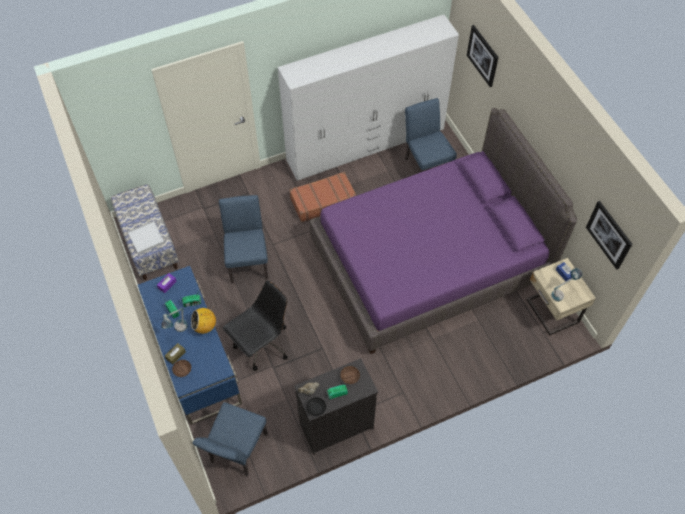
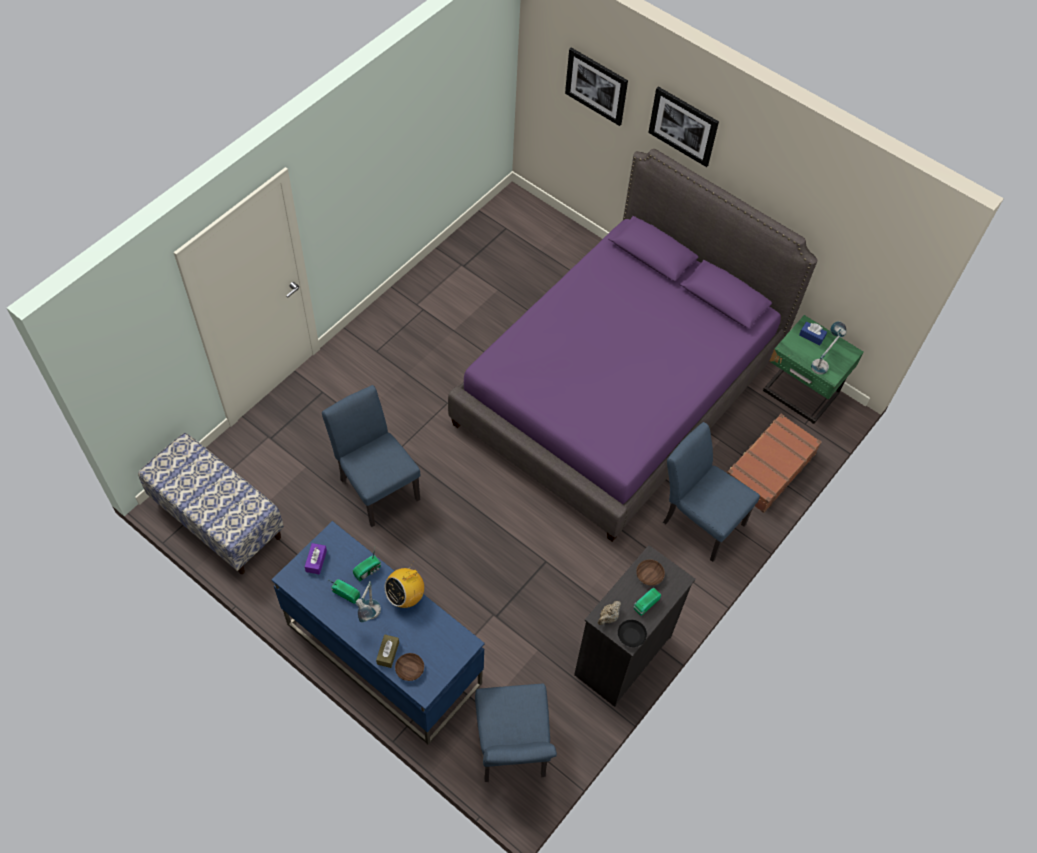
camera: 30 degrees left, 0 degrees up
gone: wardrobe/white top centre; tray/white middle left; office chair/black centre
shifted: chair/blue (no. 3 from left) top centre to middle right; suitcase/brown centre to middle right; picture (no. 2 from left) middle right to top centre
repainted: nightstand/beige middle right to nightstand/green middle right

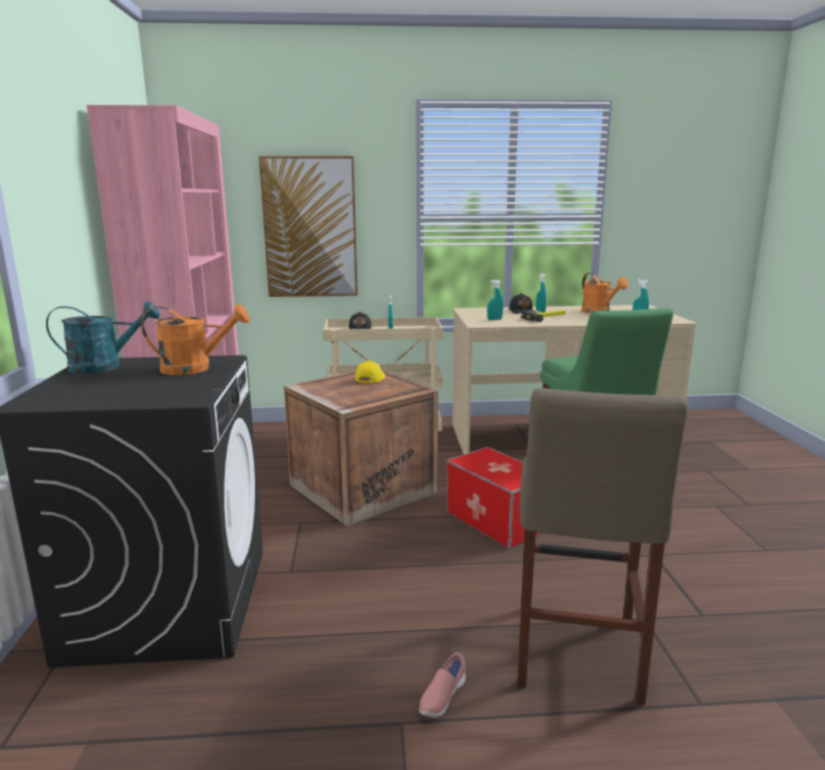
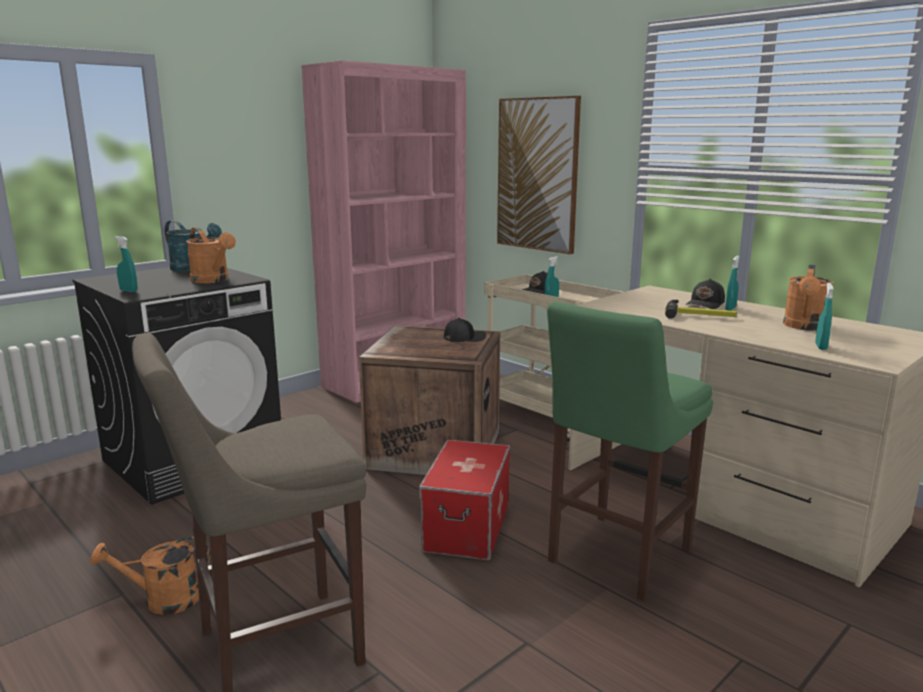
camera: 50 degrees right, 0 degrees up
shifted: spray bottle/turquoise (no. 2 from left in the first image) centre to spray bottle/turquoise (no. 1 from left) middle left
swapped: shoe/pink bottom centre to watering can/orange (no. 1 from left) bottom left
repainted: cap/yellow centre to cap/black (no. 1 from left) centre

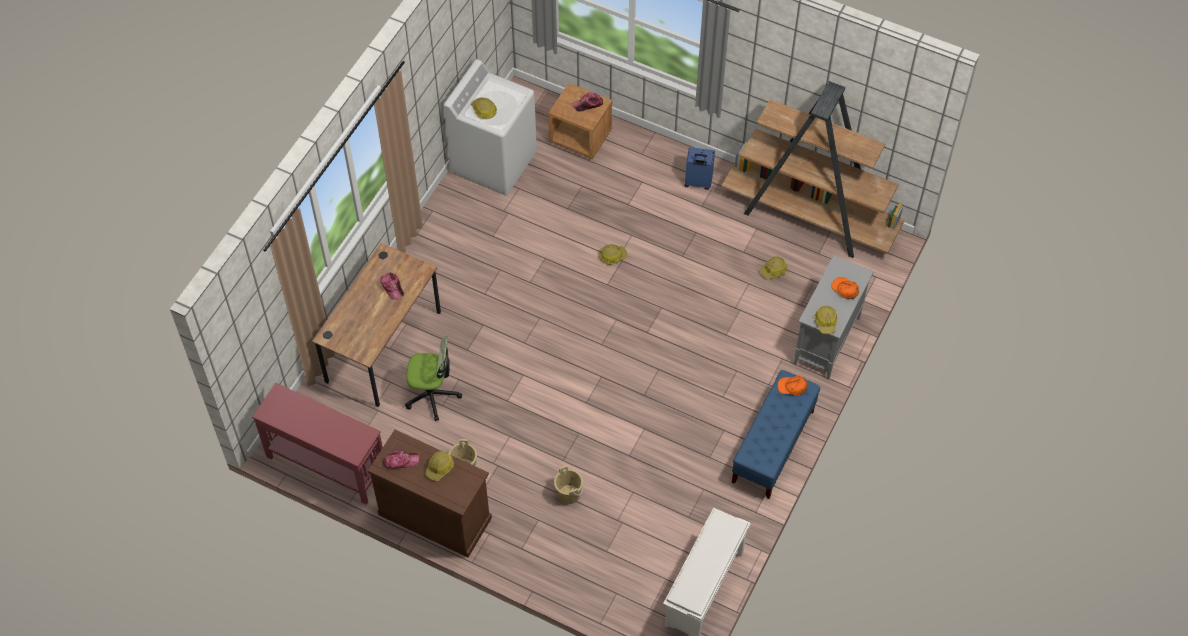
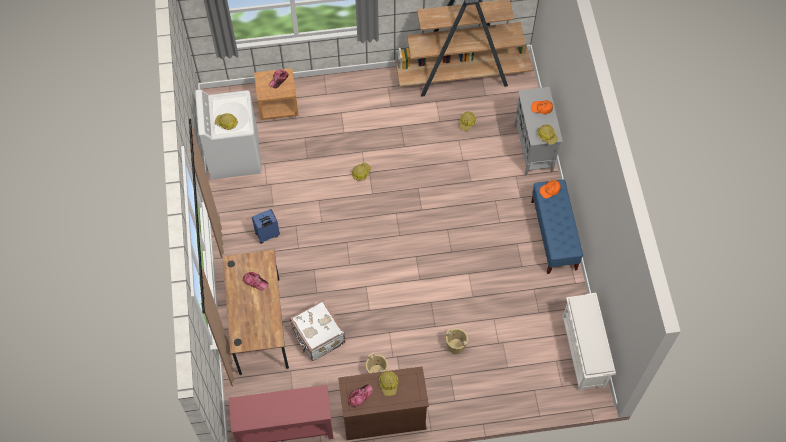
camera: 35 degrees left, 5 degrees up
shifted: suitcase/blue top centre to centre
swapped: office chair centre to suitcase/white bottom centre

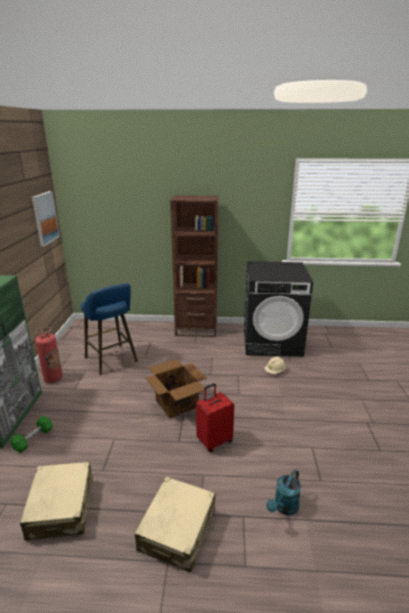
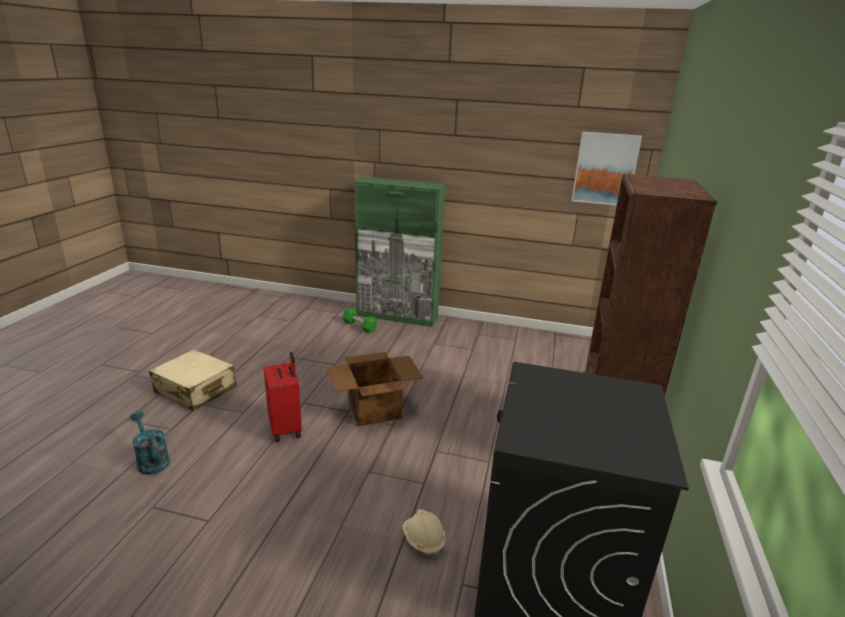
camera: 100 degrees right, 0 degrees up
gone: stool/blue middle left; fire extinguisher middle left; suitcase/beige (no. 1 from left) bottom left

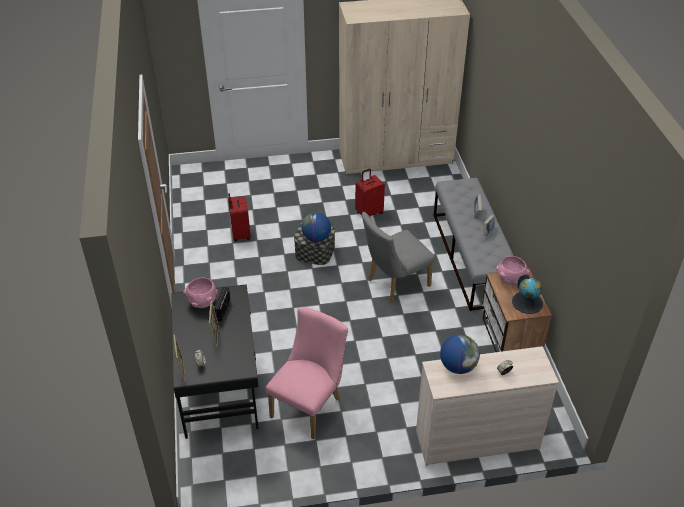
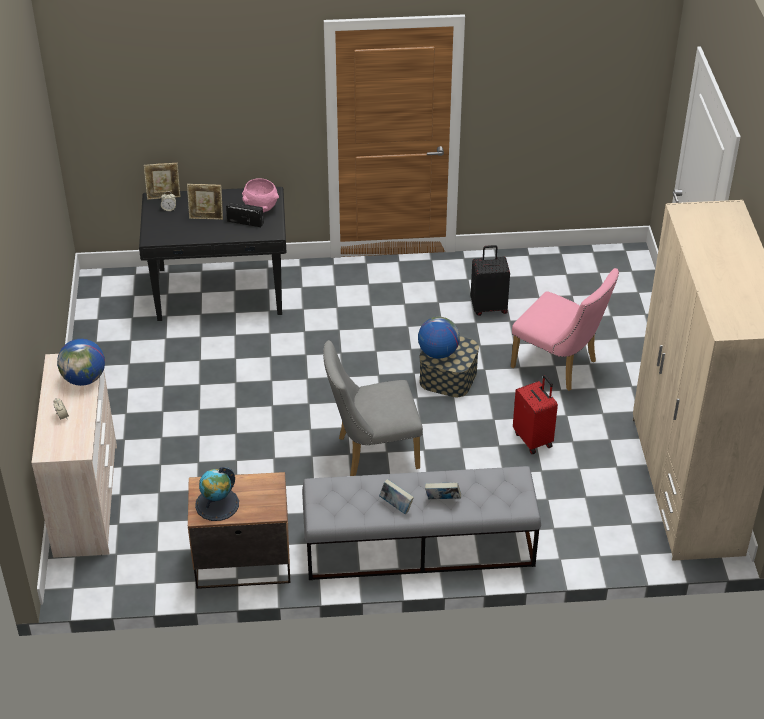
camera: 95 degrees right, 0 degrees up
gone: bowl/pink (no. 2 from left) middle right
shifted: chair/pink bottom centre to middle right
repainted: suitcase/red (no. 1 from left) centre to suitcase/black centre
rotated: chair/grey centre = centre 75 degrees counterclockwise

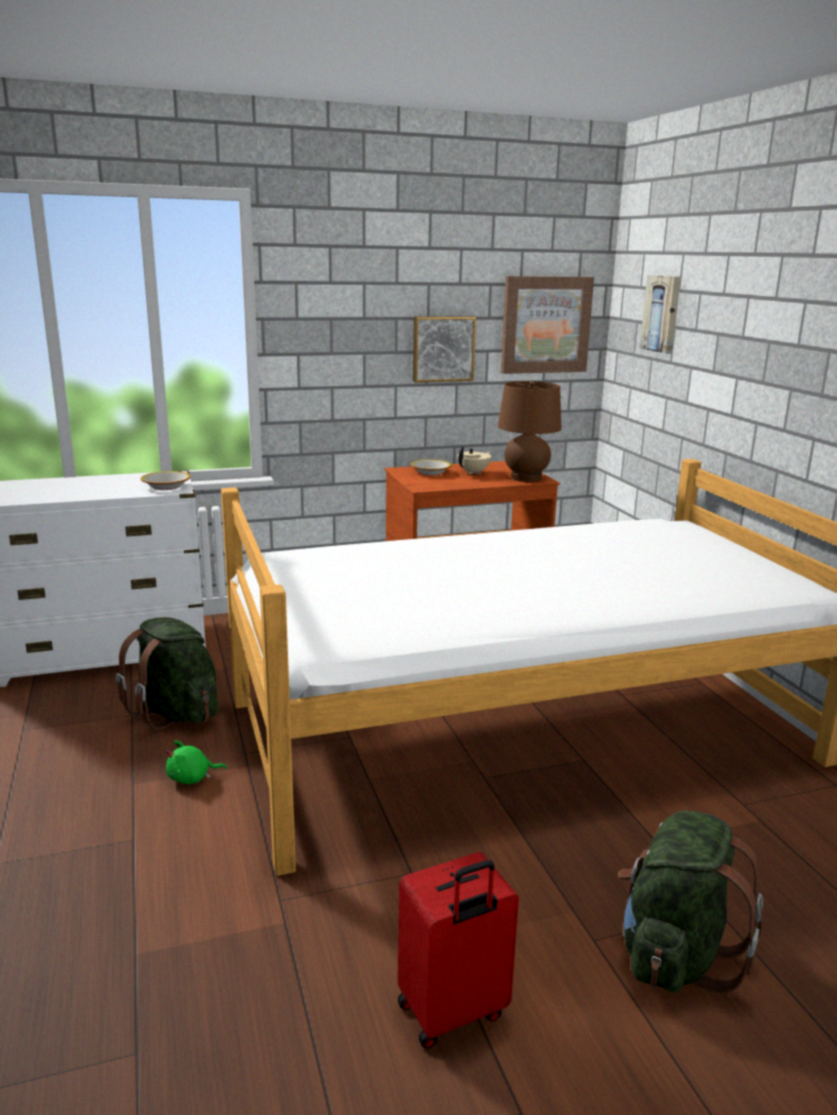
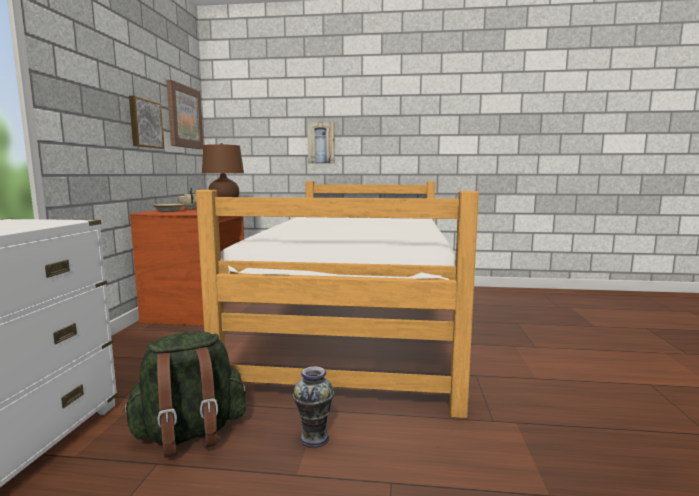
camera: 65 degrees left, 10 degrees down
gone: bowl (no. 1 from left) middle left; backpack/green (no. 2 from left) bottom right; suitcase/red bottom centre
shifted: picture (no. 3 from left) top right to top centre
swapped: plush toy/green bottom left to vase bottom centre

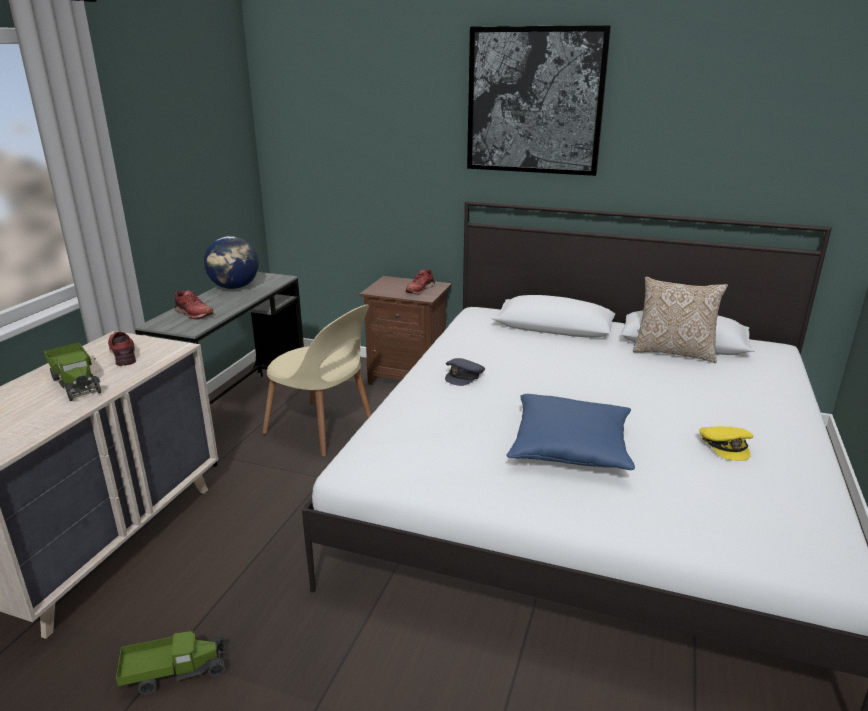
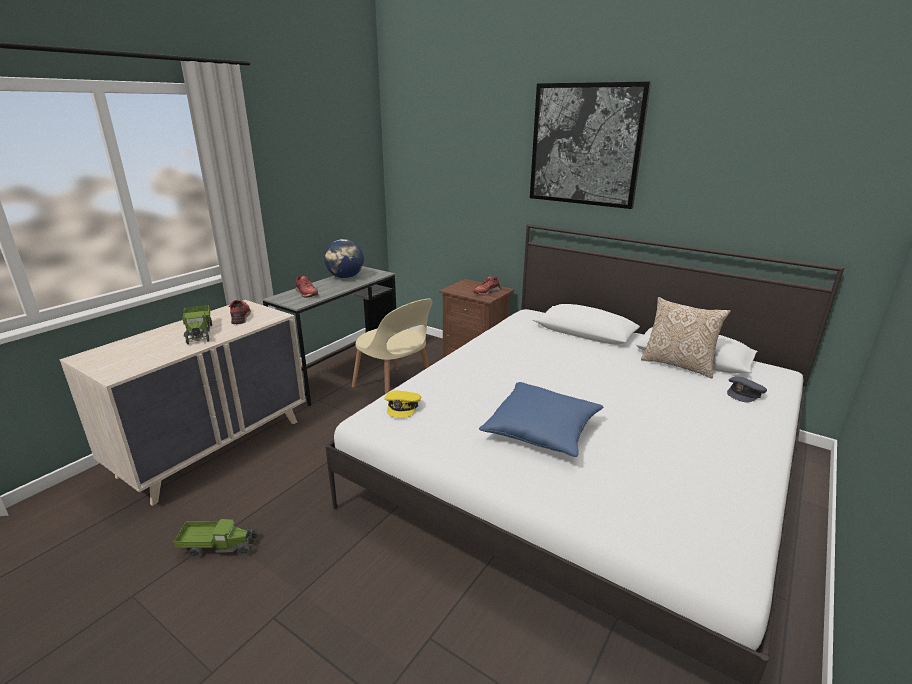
camera: 15 degrees right, 0 degrees up
shifted: cap/grey centre to middle right; cap/yellow middle right to centre

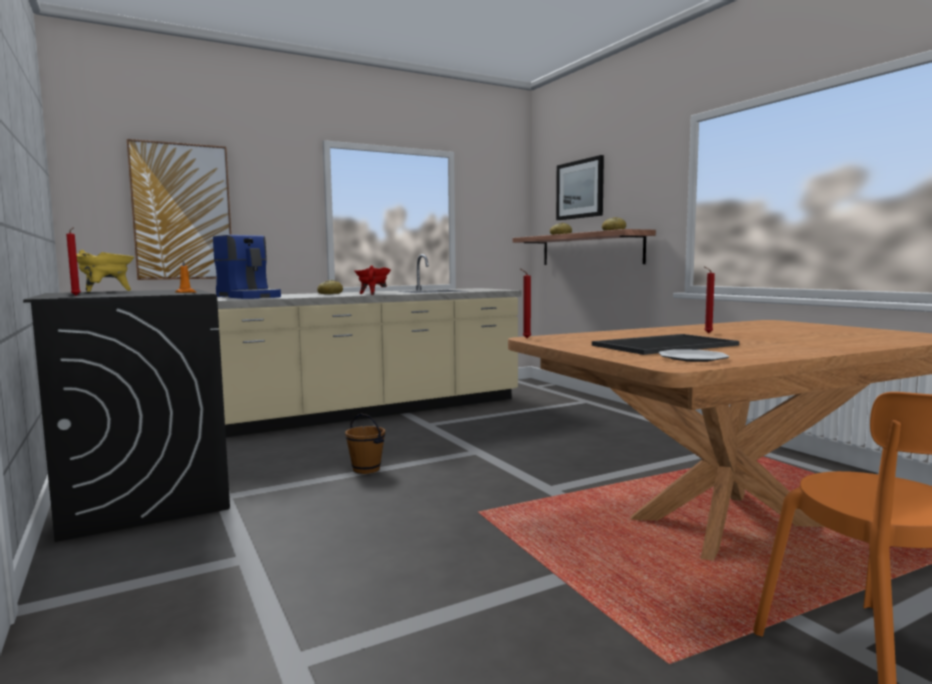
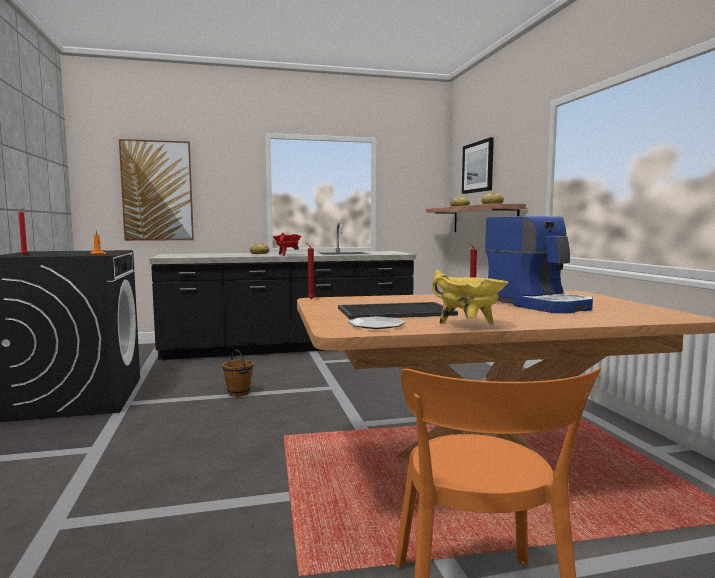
camera: 15 degrees right, 0 degrees up
shifted: coffee machine middle left to middle right; cooking pot/yellow middle left to centre
repainted: counter/beige centre to counter/black centre

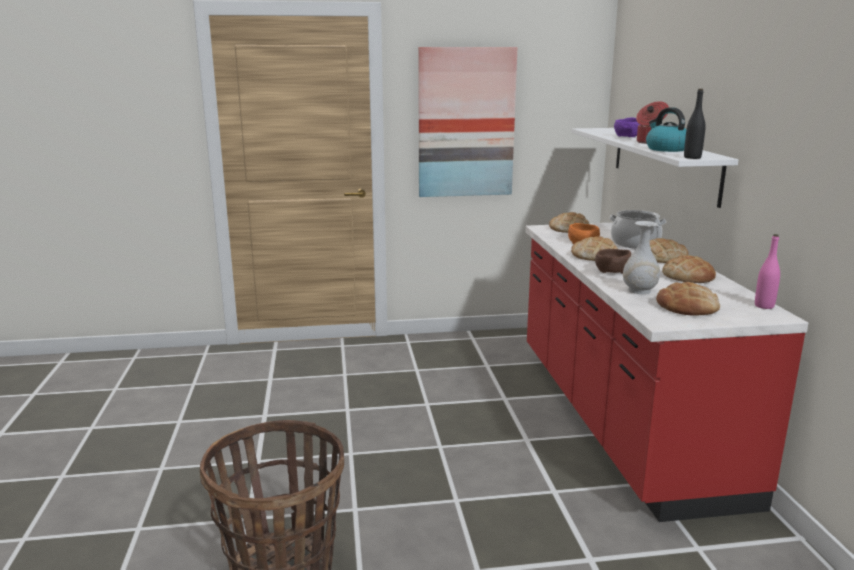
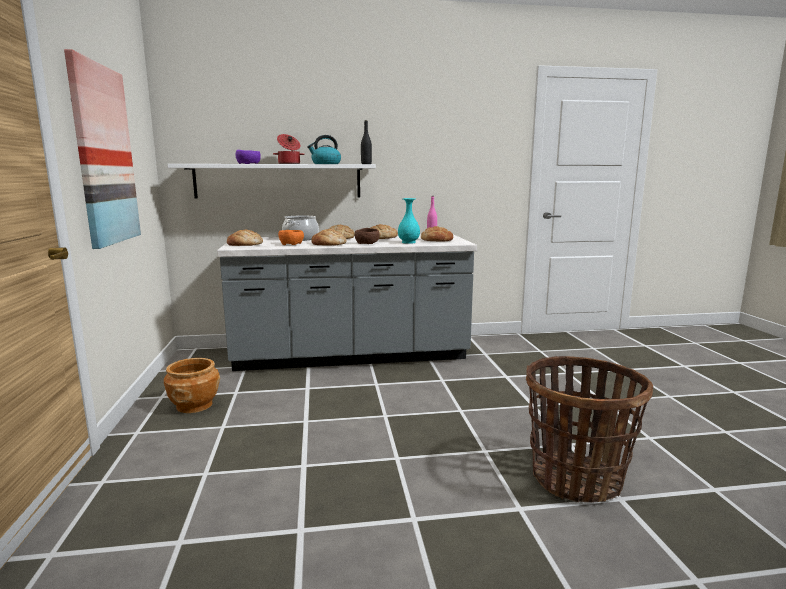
camera: 90 degrees left, 5 degrees down
new: planter/brown middle left
repainted: vase/white middle right to vase/turquoise centre; counter/red middle right to counter/grey centre

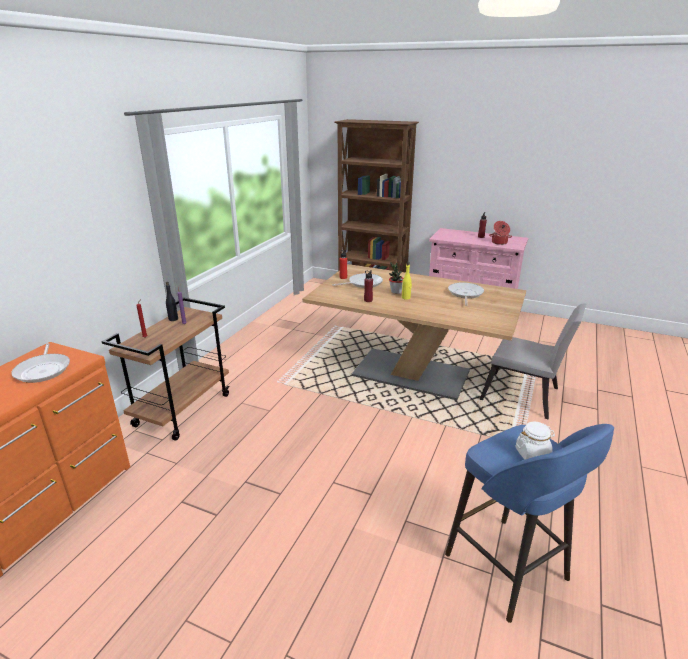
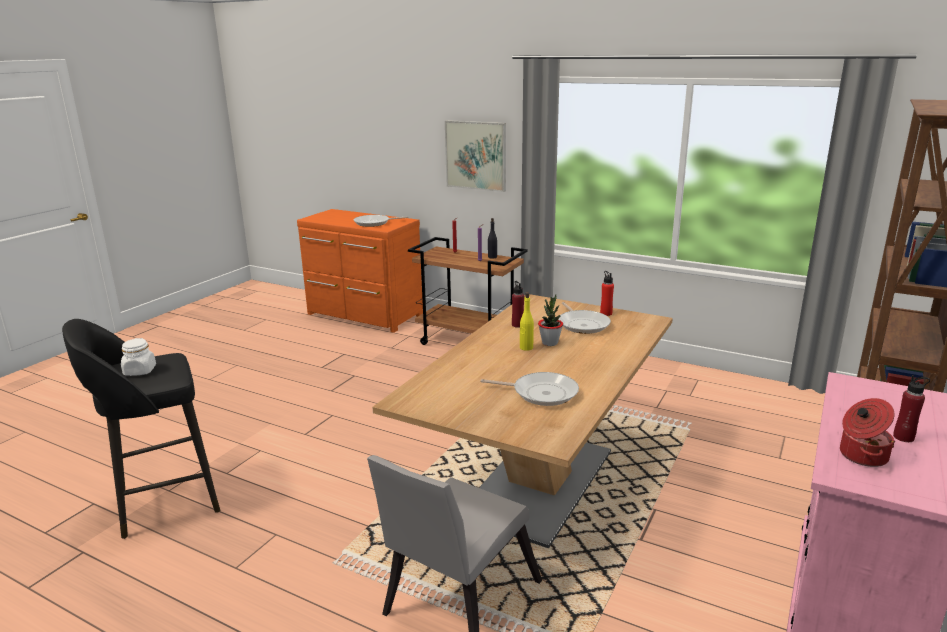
camera: 95 degrees right, 5 degrees down
new: picture top centre
repainted: stool/blue bottom right to stool/black bottom left

